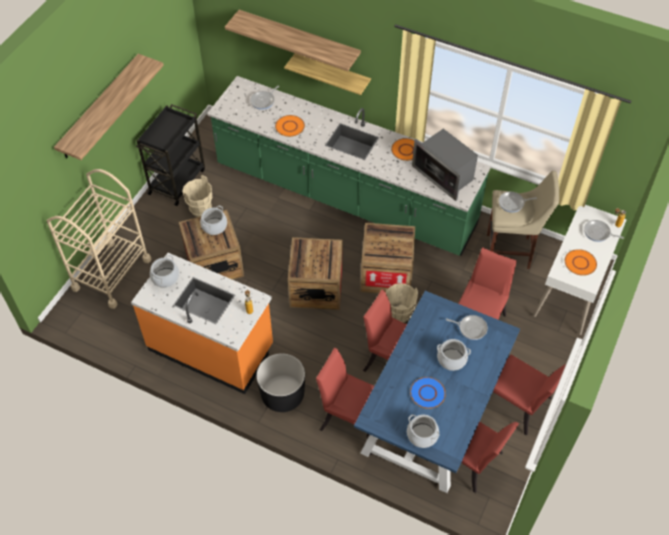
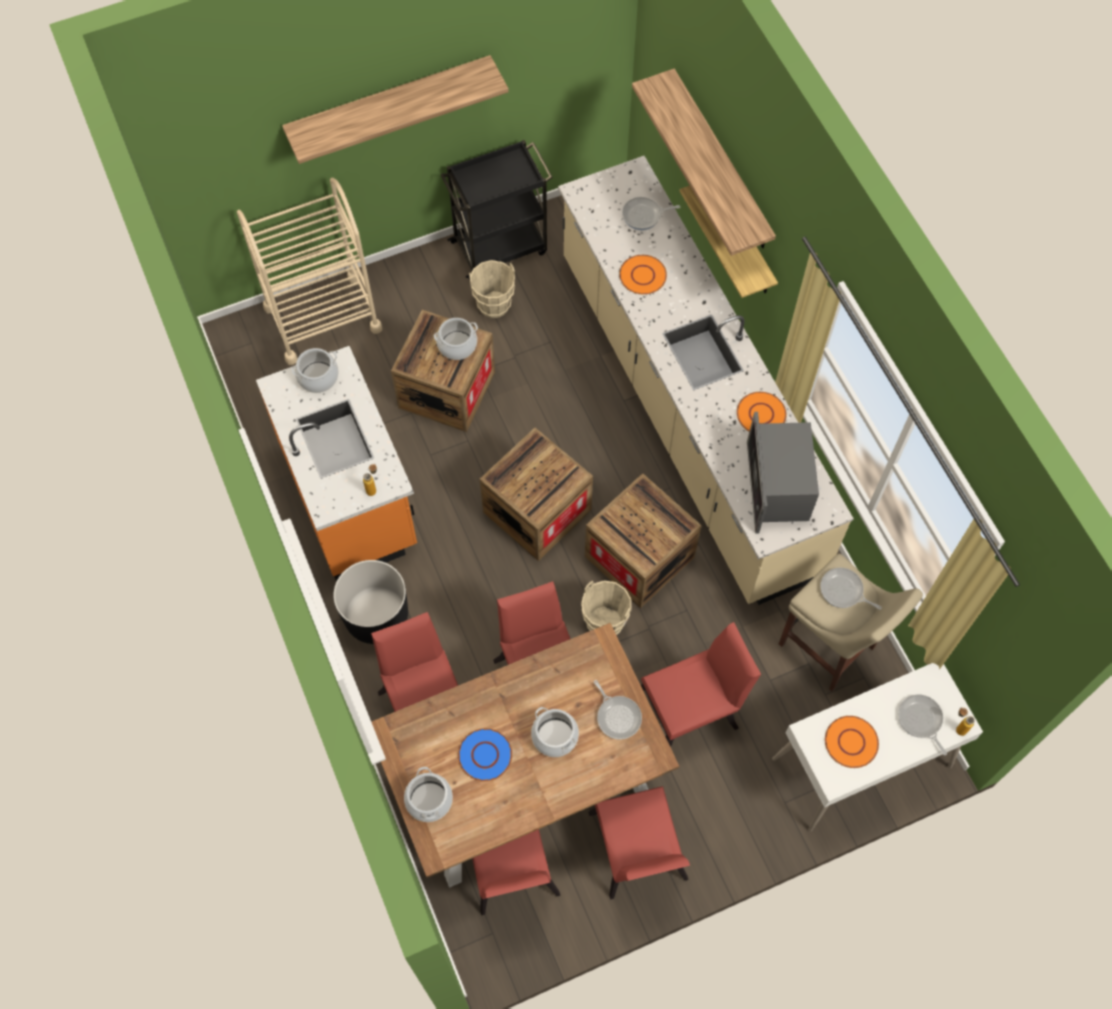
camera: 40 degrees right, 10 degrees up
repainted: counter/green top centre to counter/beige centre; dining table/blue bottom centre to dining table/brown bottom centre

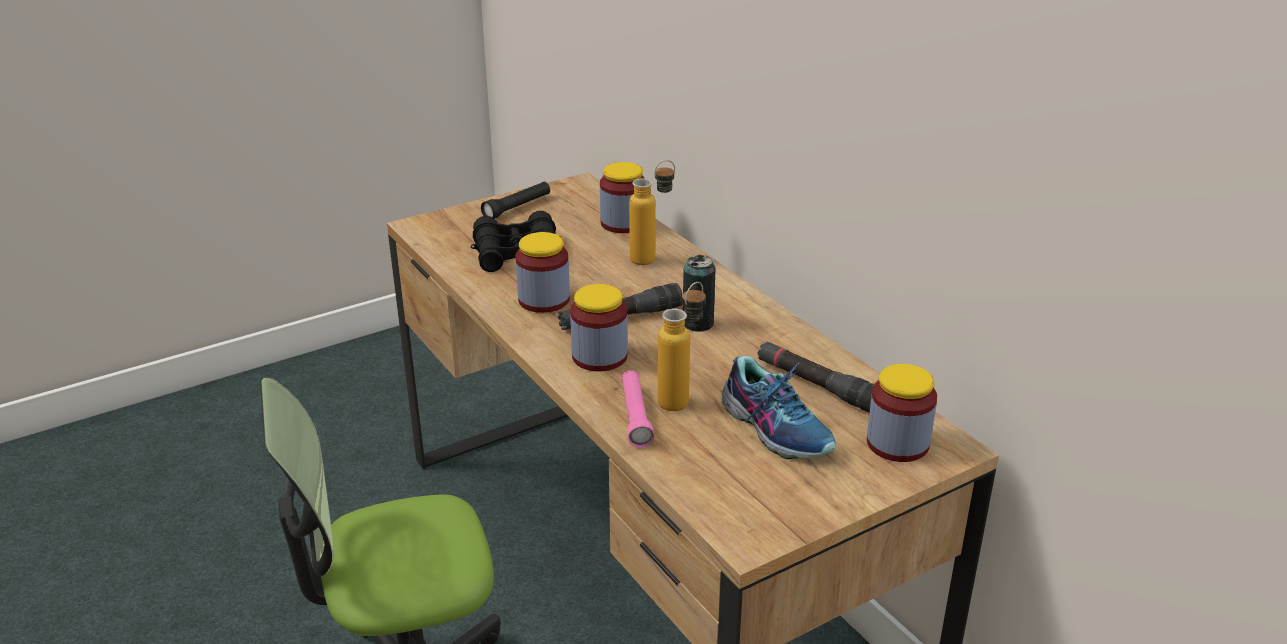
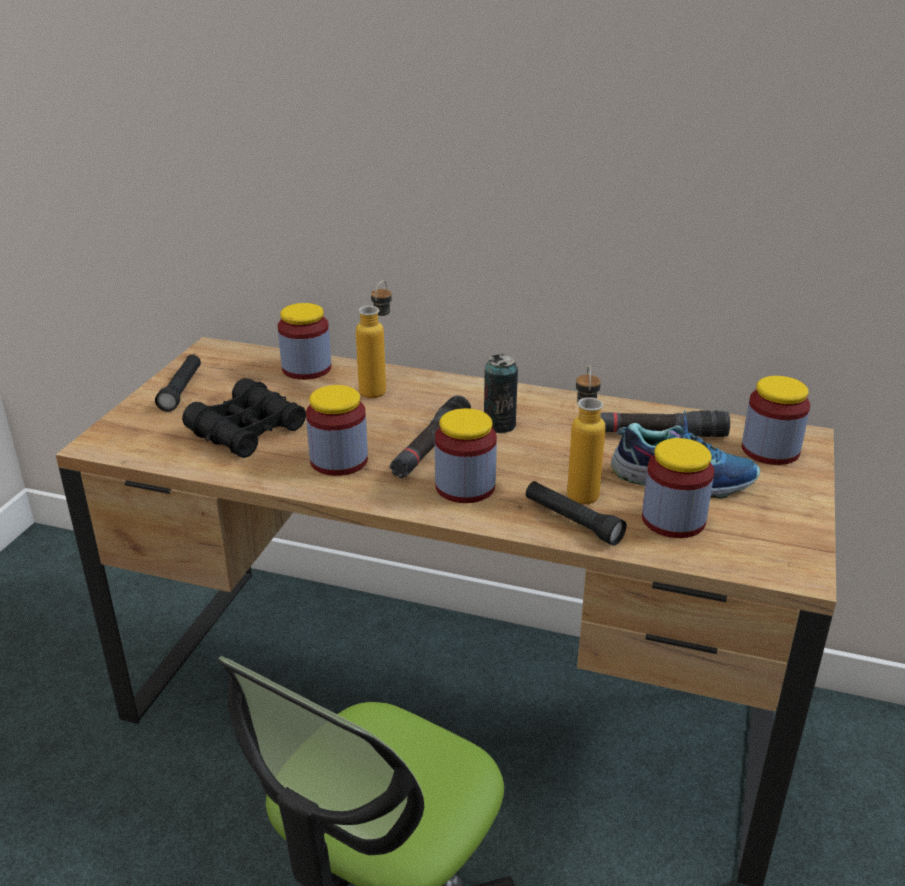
camera: 40 degrees left, 0 degrees up
new: jar (no. 4 from left) middle right
repainted: flashlight/pink centre to flashlight/black (no. 3 from left) centre

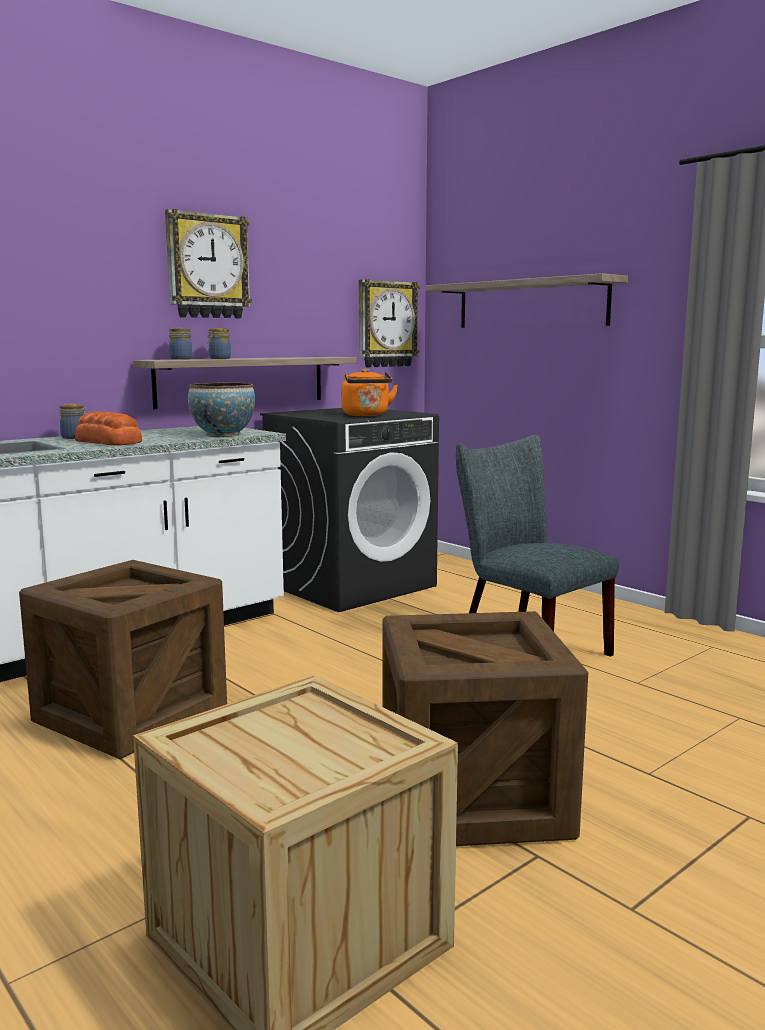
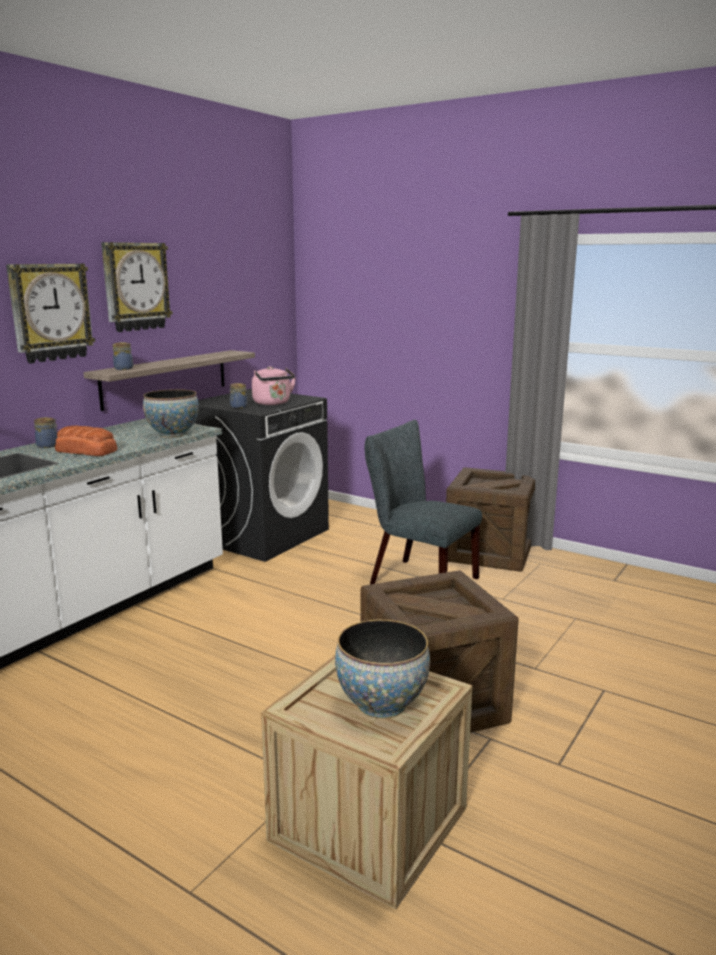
camera: 15 degrees left, 5 degrees up
gone: shelf (no. 2 from left) top right
new: bowl (no. 2 from left) bottom centre
shifted: wall clock (no. 2 from left in the first image) top centre to wall clock (no. 1 from left) top left; jar (no. 3 from left) top left to middle left; crate (no. 1 from left in the first image) middle left to crate (no. 3 from left) middle right
repainted: kettle/orange centre to kettle/pink centre

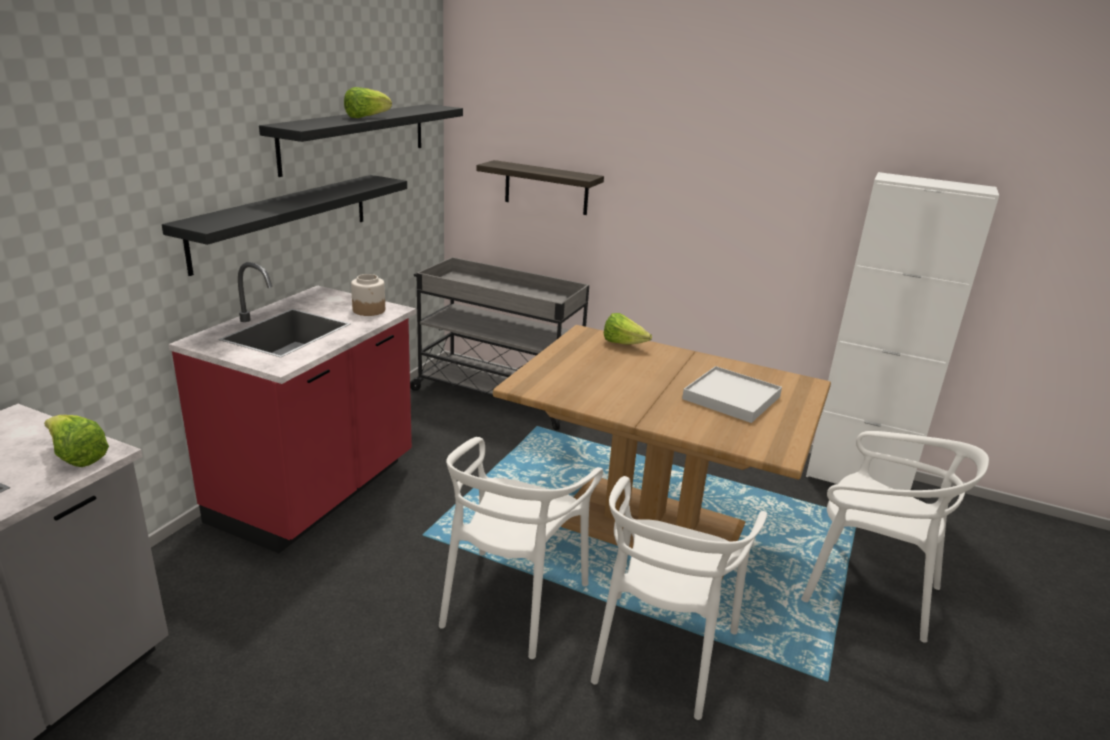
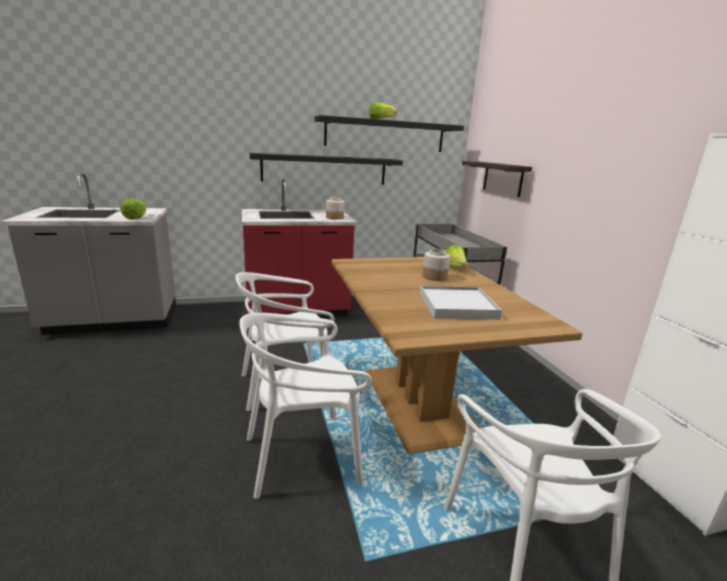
camera: 50 degrees right, 5 degrees down
new: jar (no. 2 from left) centre

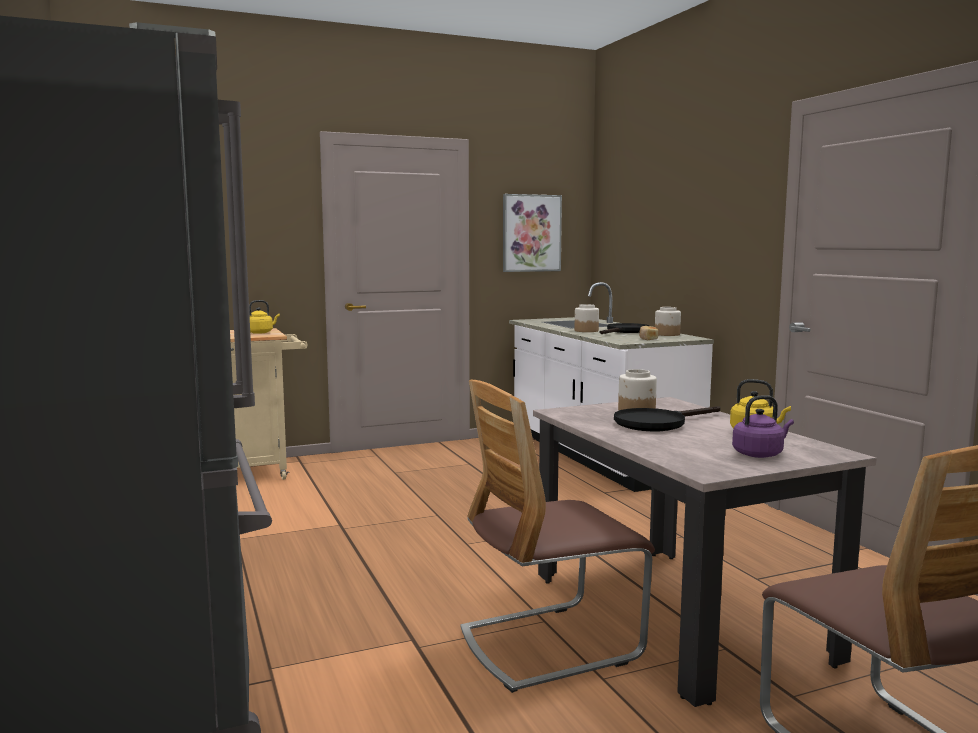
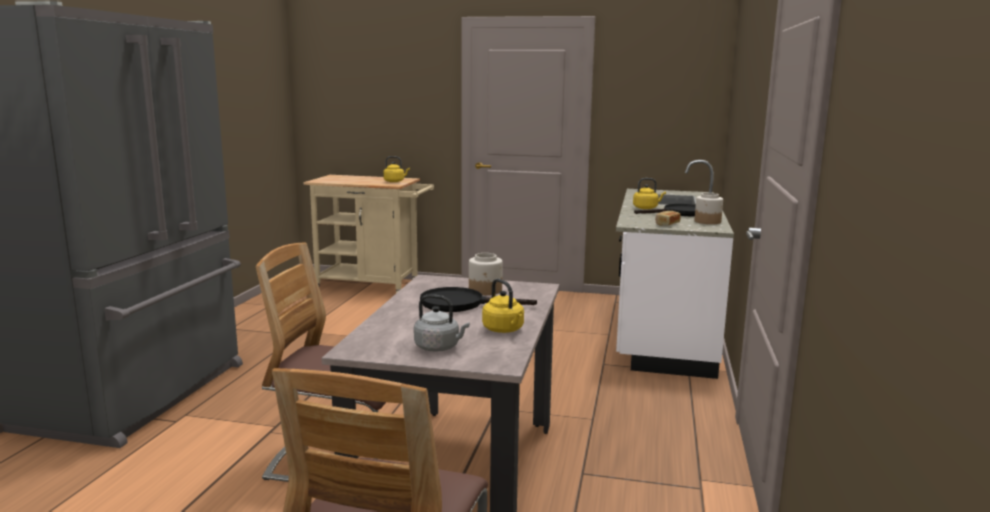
camera: 35 degrees right, 5 degrees up
gone: picture top centre
swapped: jar (no. 1 from left) centre to kettle/yellow (no. 3 from left) centre
repainted: kettle/purple middle right to kettle/grey centre

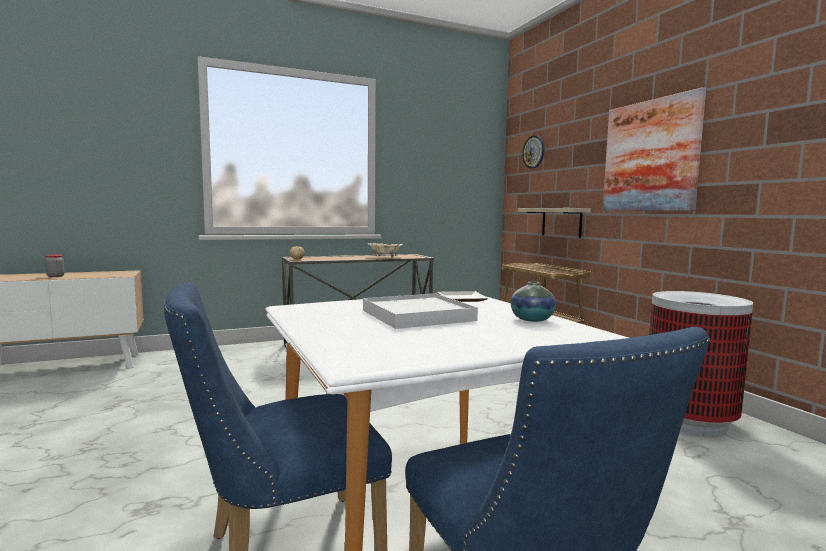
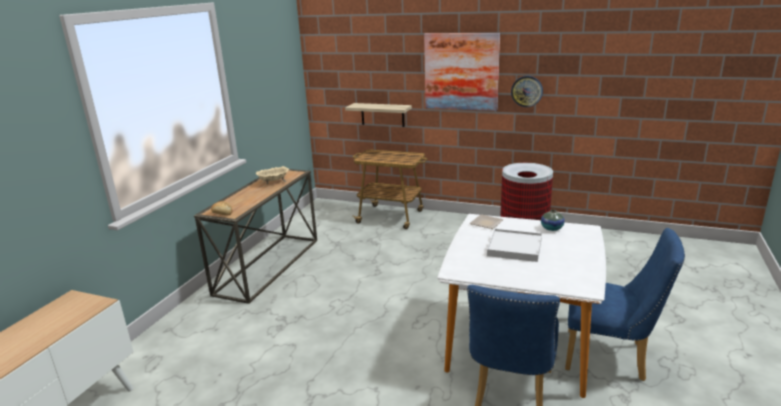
camera: 45 degrees left, 15 degrees up
gone: jar middle left
shifted: wall clock top centre to top right

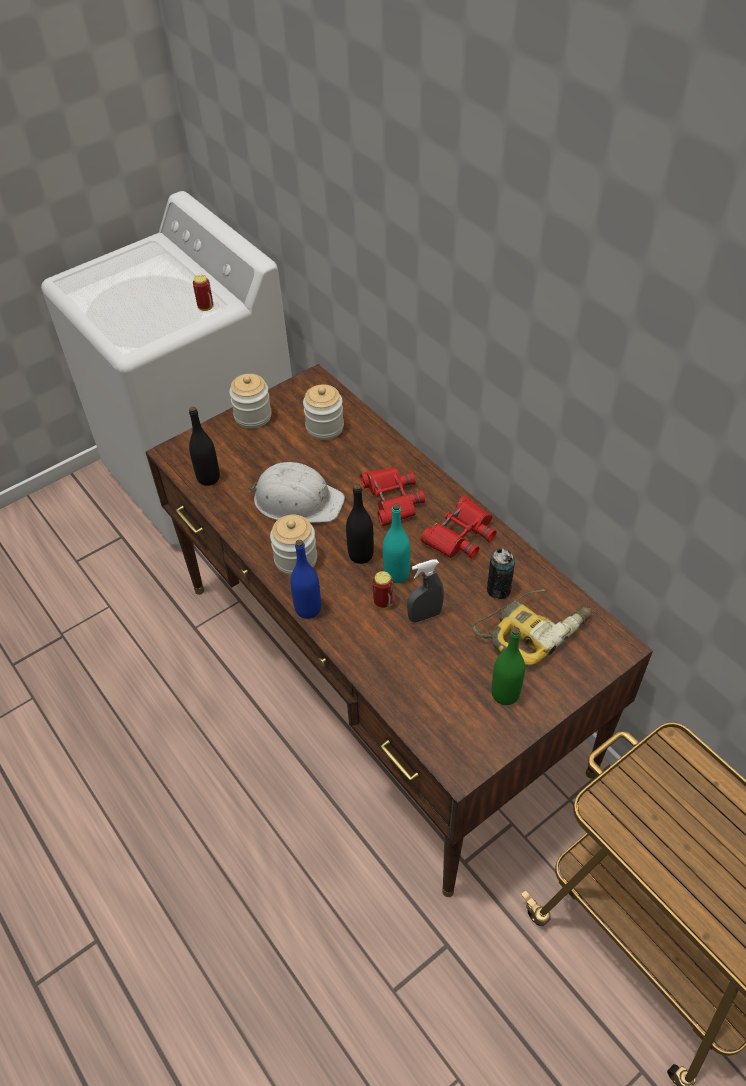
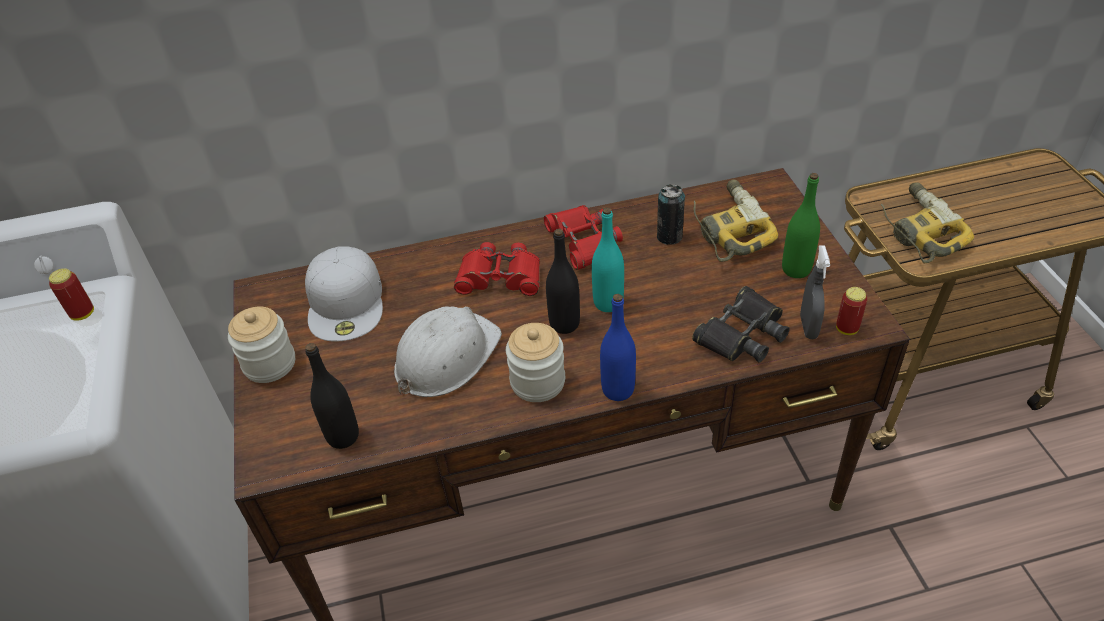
camera: 65 degrees left, 5 degrees down
new: power drill (no. 2 from left) middle right; binoculars/black middle right
shifted: spray bottle/grey centre to middle right; can (no. 2 from left in the first image) centre to can (no. 3 from left) middle right
swapped: jar (no. 3 from left) centre to cap/white middle left

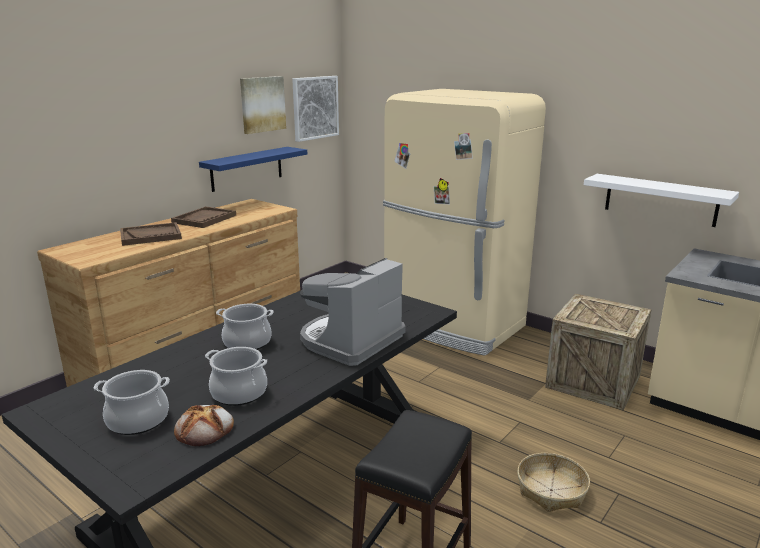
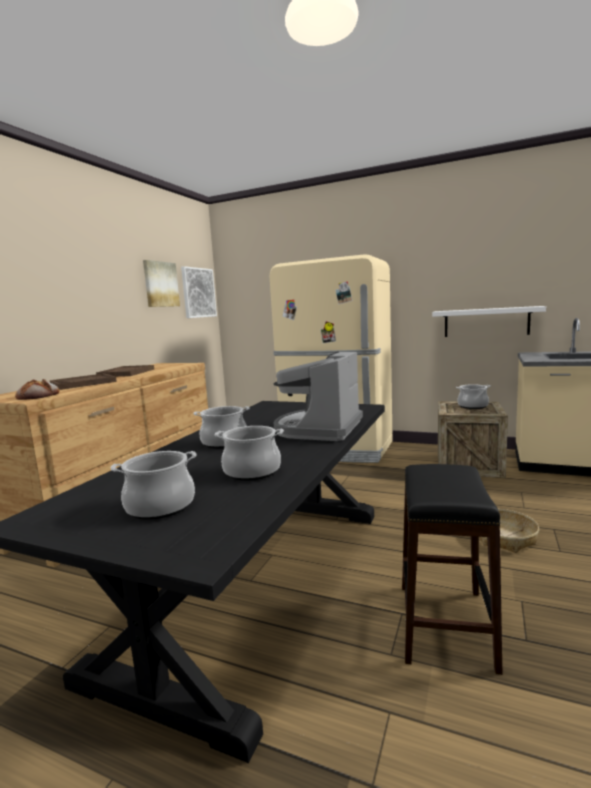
camera: 15 degrees left, 10 degrees down
gone: shelf/blue top left
new: cooking pot (no. 4 from left) middle right
shifted: bread bottom left to middle left

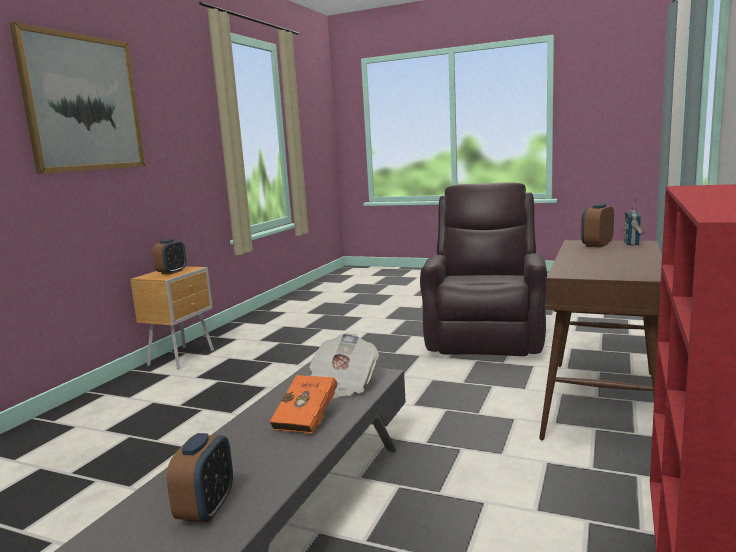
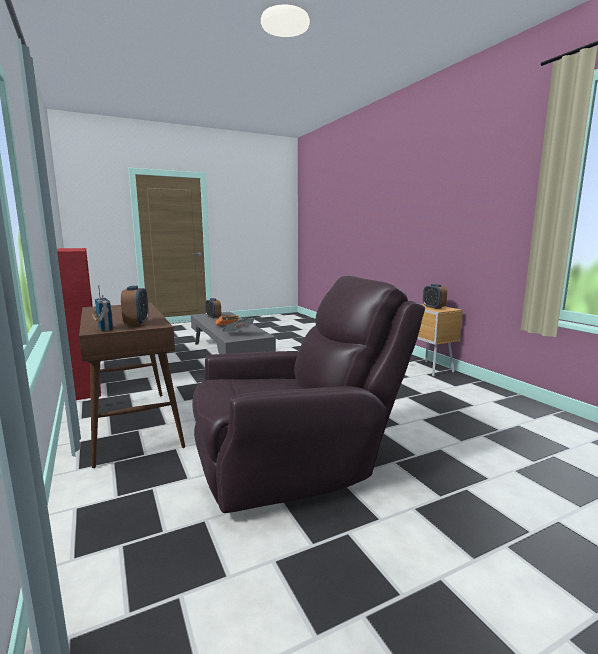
camera: 130 degrees right, 0 degrees up
gone: picture top left
rotated: armchair/brown centre = centre 75 degrees counterclockwise

